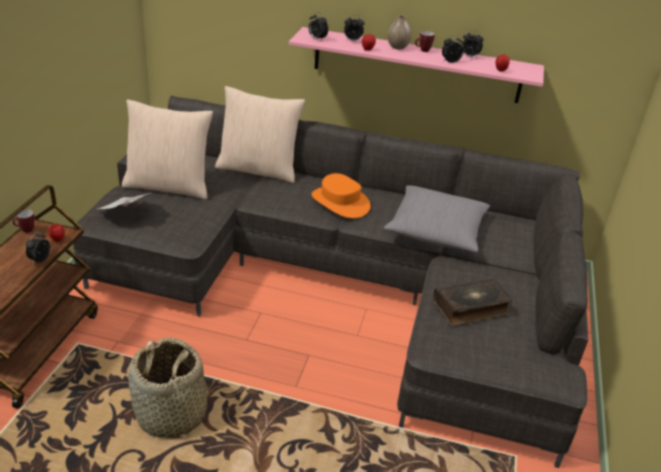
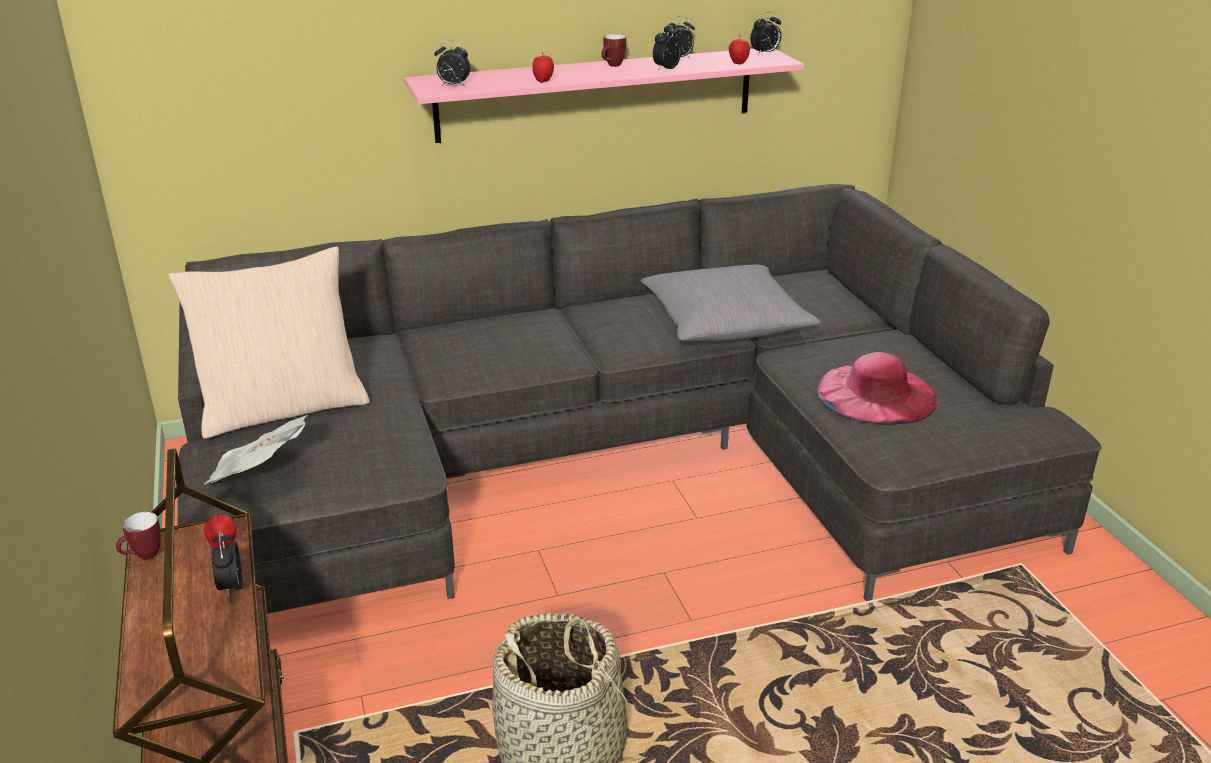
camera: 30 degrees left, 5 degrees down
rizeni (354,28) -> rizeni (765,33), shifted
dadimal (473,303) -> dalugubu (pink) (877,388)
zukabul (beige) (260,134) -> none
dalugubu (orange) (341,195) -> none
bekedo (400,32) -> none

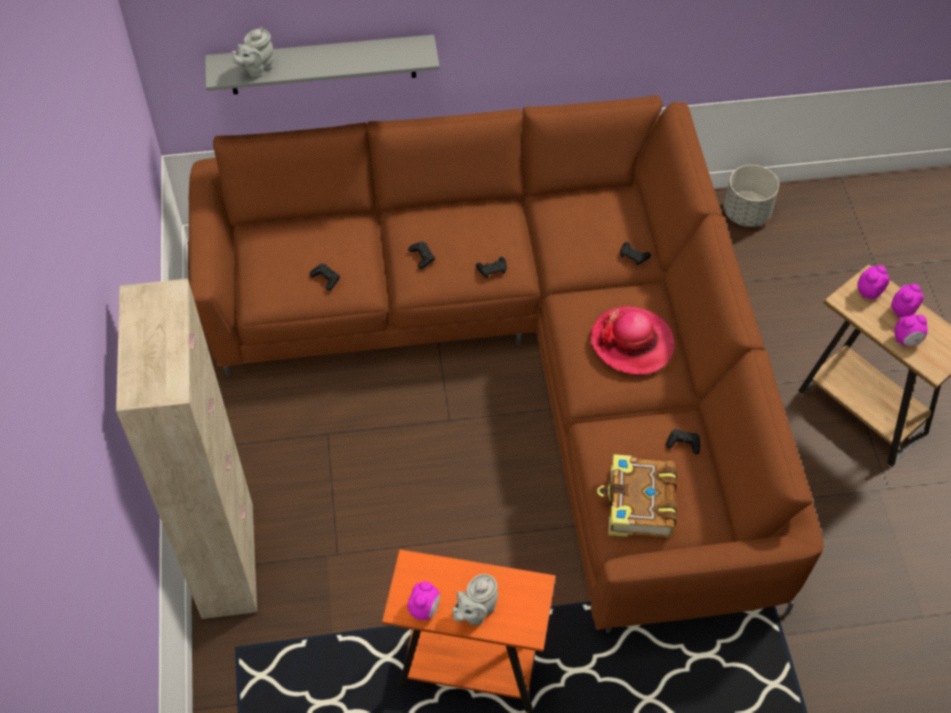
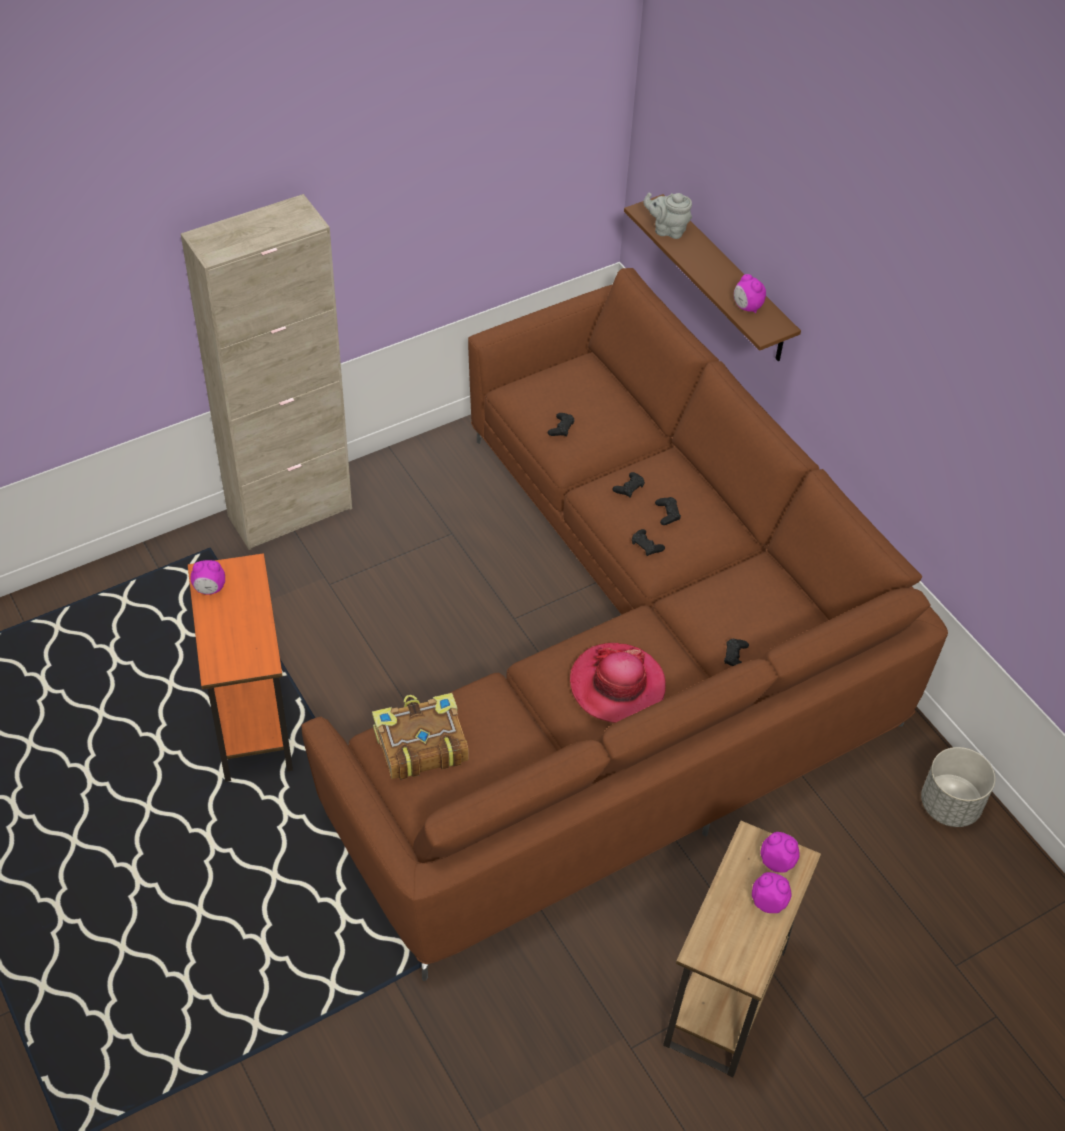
camera: 65 degrees right, 5 degrees down
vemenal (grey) (322,64) -> vemenal (brown) (712,277)
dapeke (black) (683,441) -> dapeke (black) (668,511), shifted
rizeni (911,330) -> rizeni (750,293), shifted
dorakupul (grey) (475,600) -> none

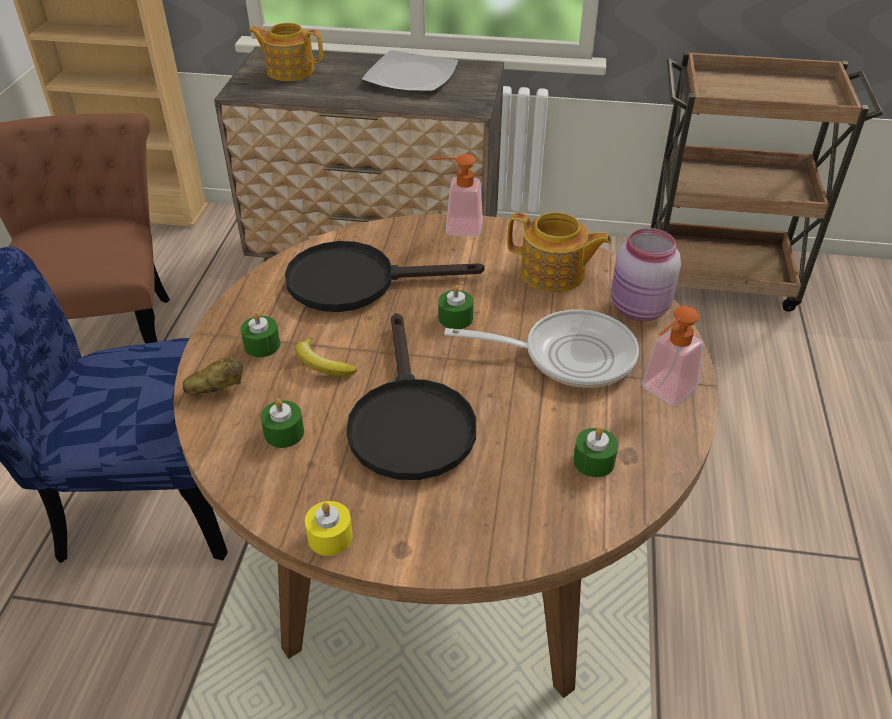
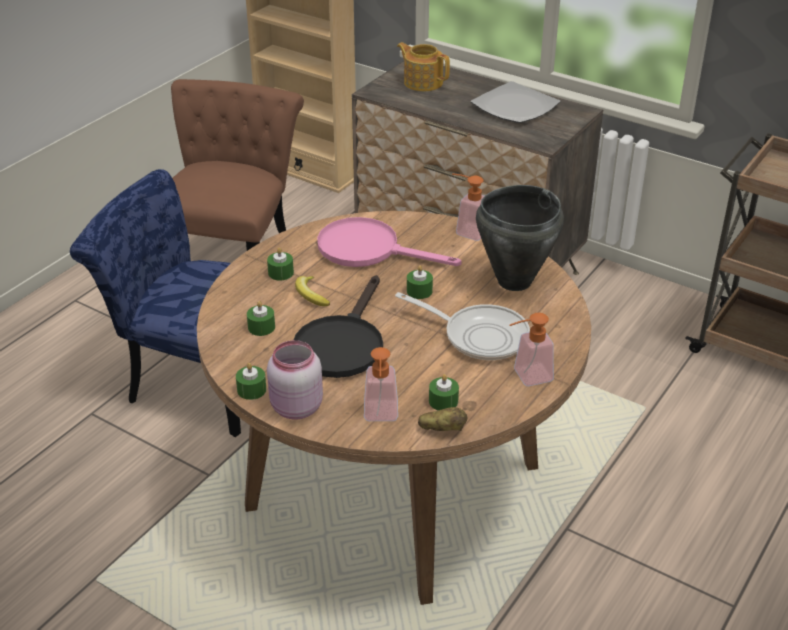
camera: 25 degrees right, 5 degrees down
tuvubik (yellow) (329,528) -> tuvubik (green) (251,381)
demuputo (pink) (646,274) -> demuputo (pink) (295,380), shifted
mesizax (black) (385,276) -> mesizax (pink) (389,242)
none -> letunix (381,384)
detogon (213,376) -> detogon (442,419), shifted
dorakupul (559,252) -> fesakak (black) (520,238)

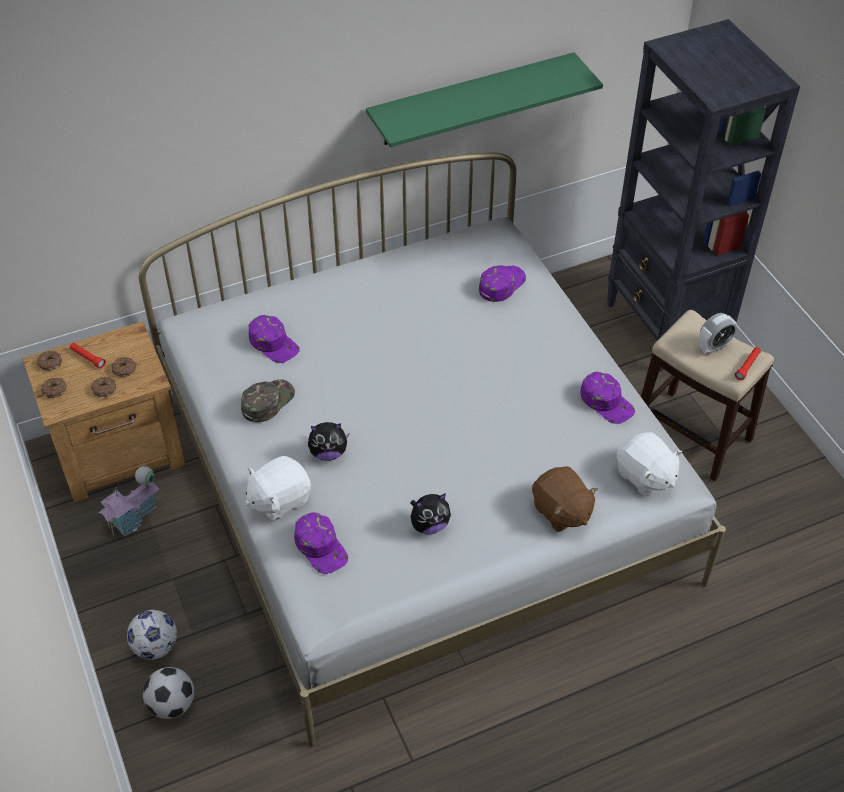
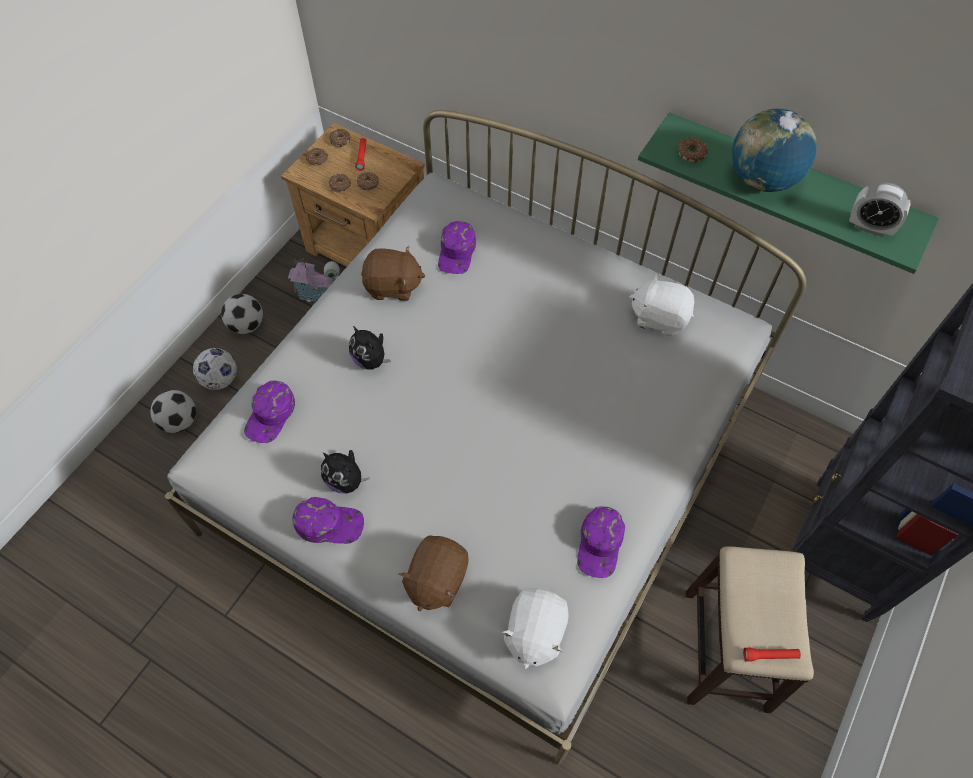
camera: 55 degrees right, 10 degrees up
none -> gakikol (242,314)
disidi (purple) (502,283) -> disidi (purple) (328,520), shifted
disidi (green) (268,400) -> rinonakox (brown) (393,273)
rinonakox (white) (278,488) -> rinonakox (white) (661,304), shifted
none -> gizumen (693,150)
none -> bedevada (774,150)
rizeni (717,333) -> rizeni (879,209), shifted

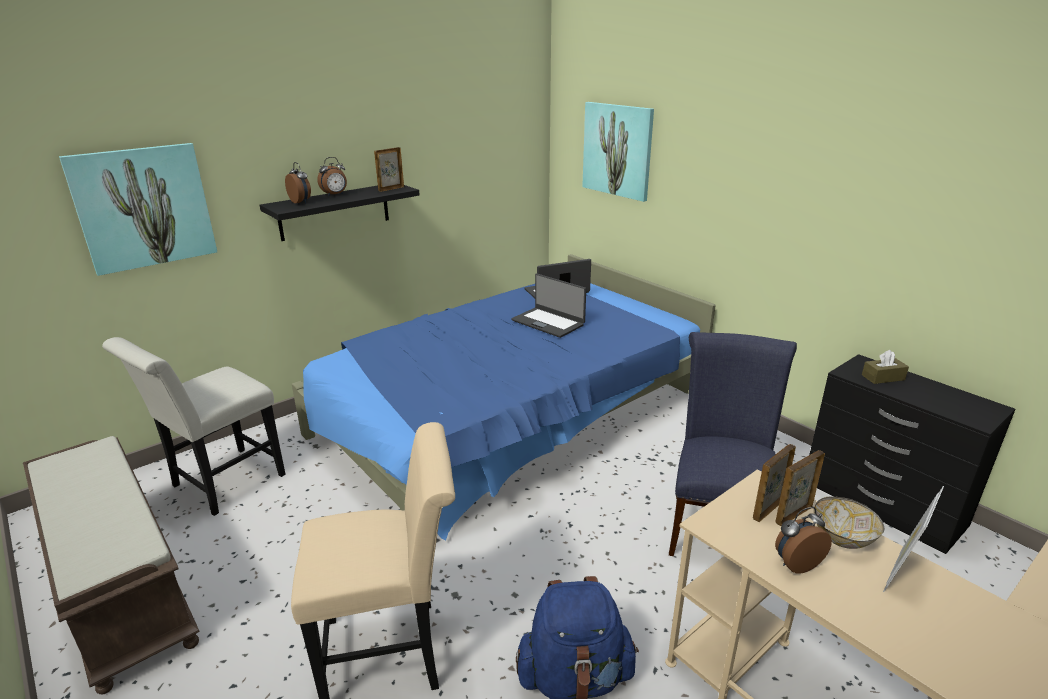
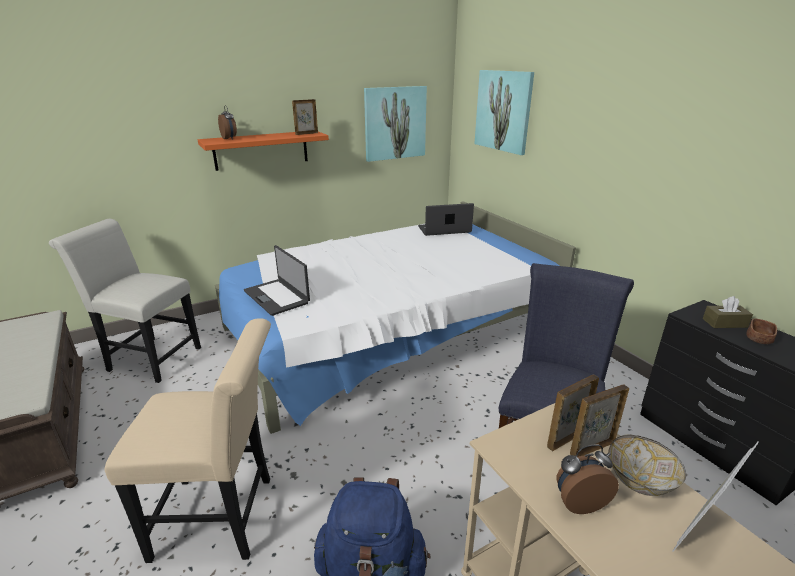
camera: 10 degrees right, 0 degrees up
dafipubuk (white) (194,426) -> dafipubuk (white) (125,301), 60 degrees clockwise
vemenal (black) (340,213) -> vemenal (orange) (263,151)
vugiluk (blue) (504,397) -> vugiluk (white) (395,317)
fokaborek (549,306) -> fokaborek (277,280), shifted
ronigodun (138,209) -> ronigodun (395,124), shifted
none -> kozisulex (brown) (761,331)
rizeni (332,176) -> none

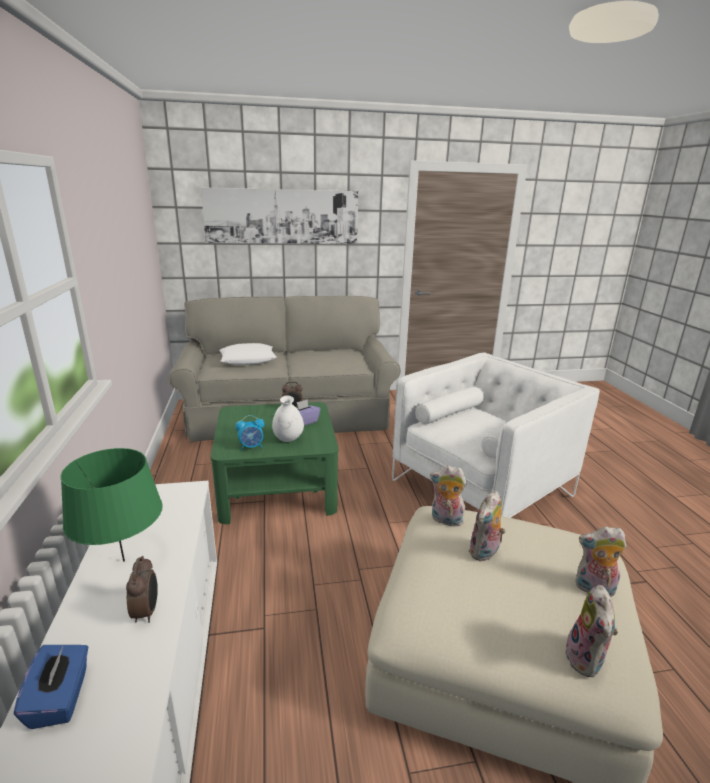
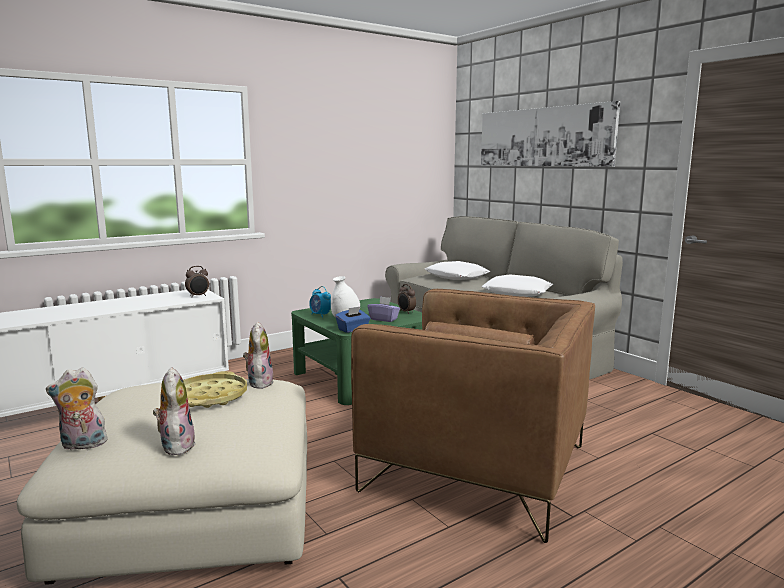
camera: 65 degrees right, 10 degrees down
rinonakox (487,525) -> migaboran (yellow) (215,389)
rizeni (142,589) -> rizeni (197,281), shifted
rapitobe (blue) (51,687) -> rapitobe (blue) (352,320), shifted
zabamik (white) (496,435) -> zabamik (brown) (473,416)
none -> zukabul (white) (517,285)
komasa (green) (112,505) -> none

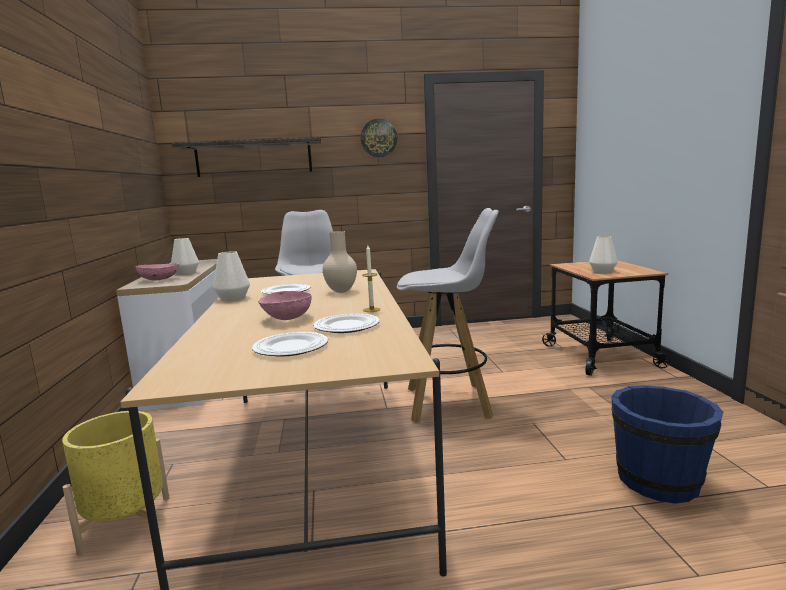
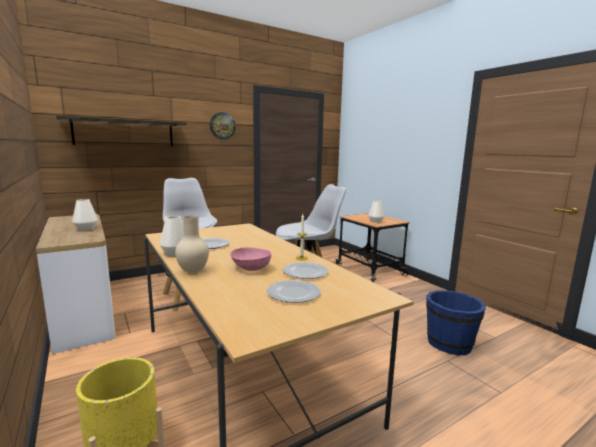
camera: 25 degrees left, 0 degrees up
bekedo (beige) (340,262) -> bekedo (beige) (192,244), shifted
kozisulex (pink) (157,271) -> none

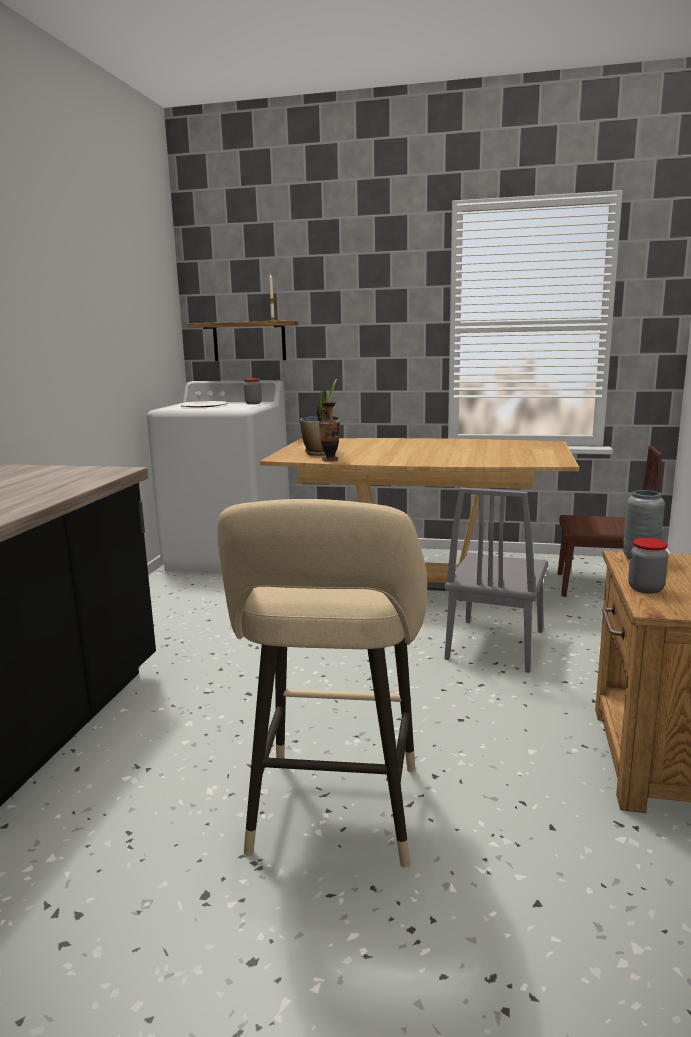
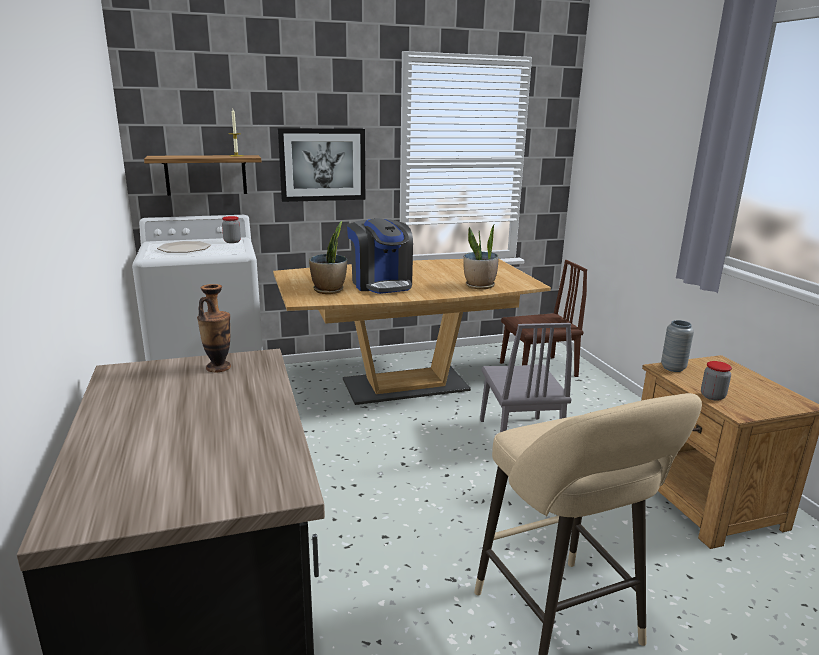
camera: 30 degrees left, 5 degrees up
bekedo (329,431) -> bekedo (214,328), shifted
none -> ronigodun (321,165)
none -> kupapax (380,256)
none -> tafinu (481,256)

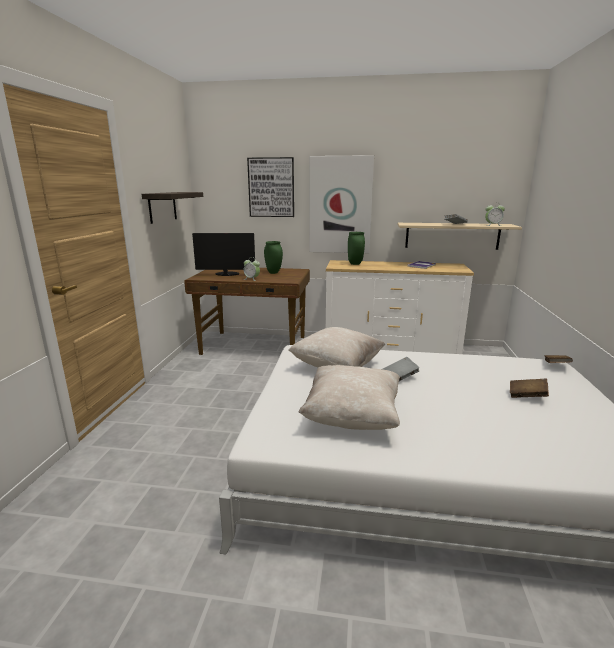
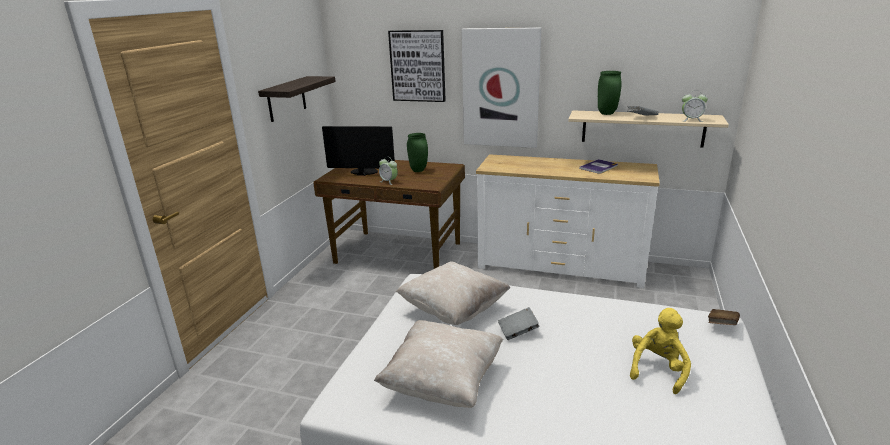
camera: 10 degrees right, 5 degrees up
bekedo (green) (356,248) -> bekedo (green) (610,93), shifted
dadimal (brown) (529,388) -> rinonakox (yellow) (660,351)

